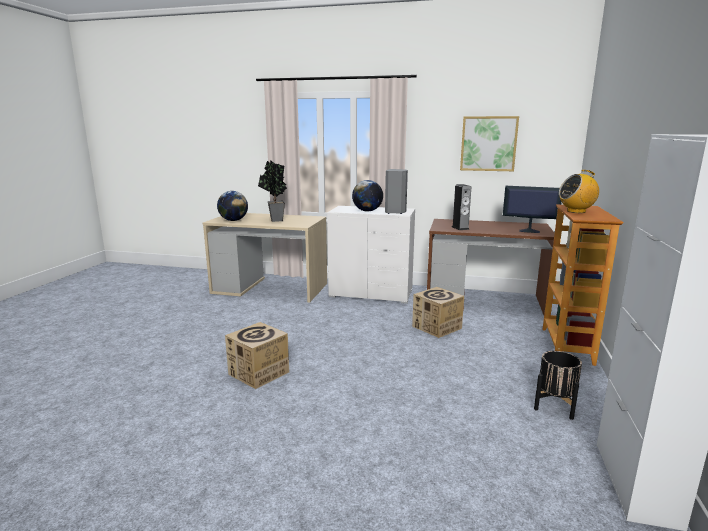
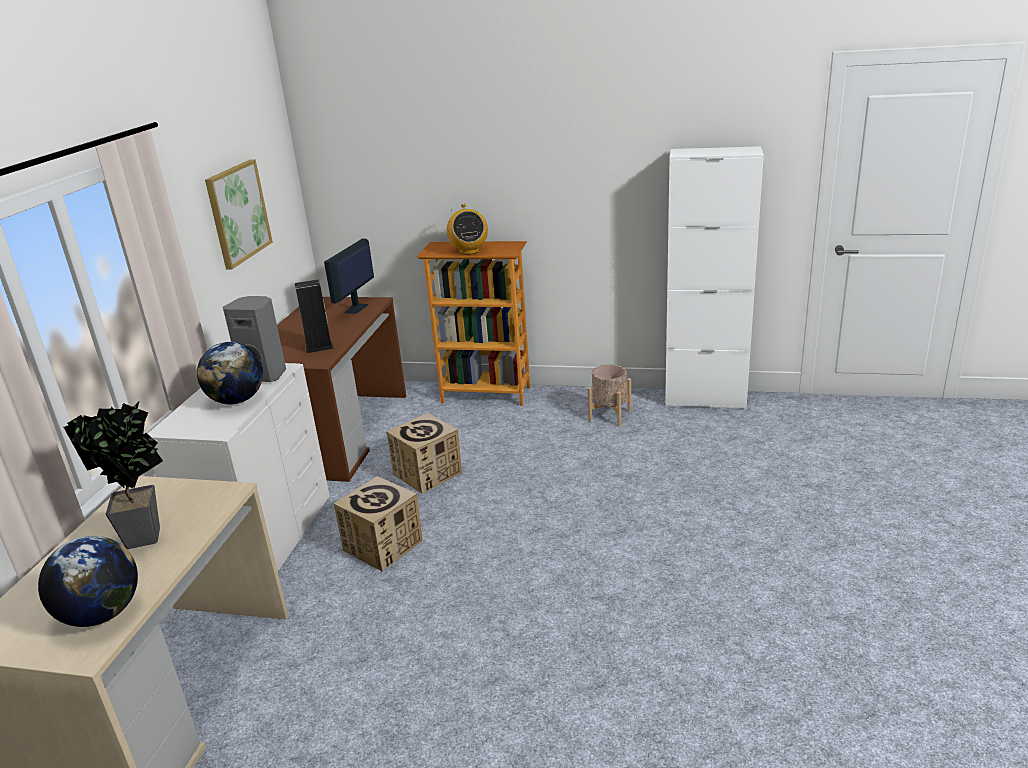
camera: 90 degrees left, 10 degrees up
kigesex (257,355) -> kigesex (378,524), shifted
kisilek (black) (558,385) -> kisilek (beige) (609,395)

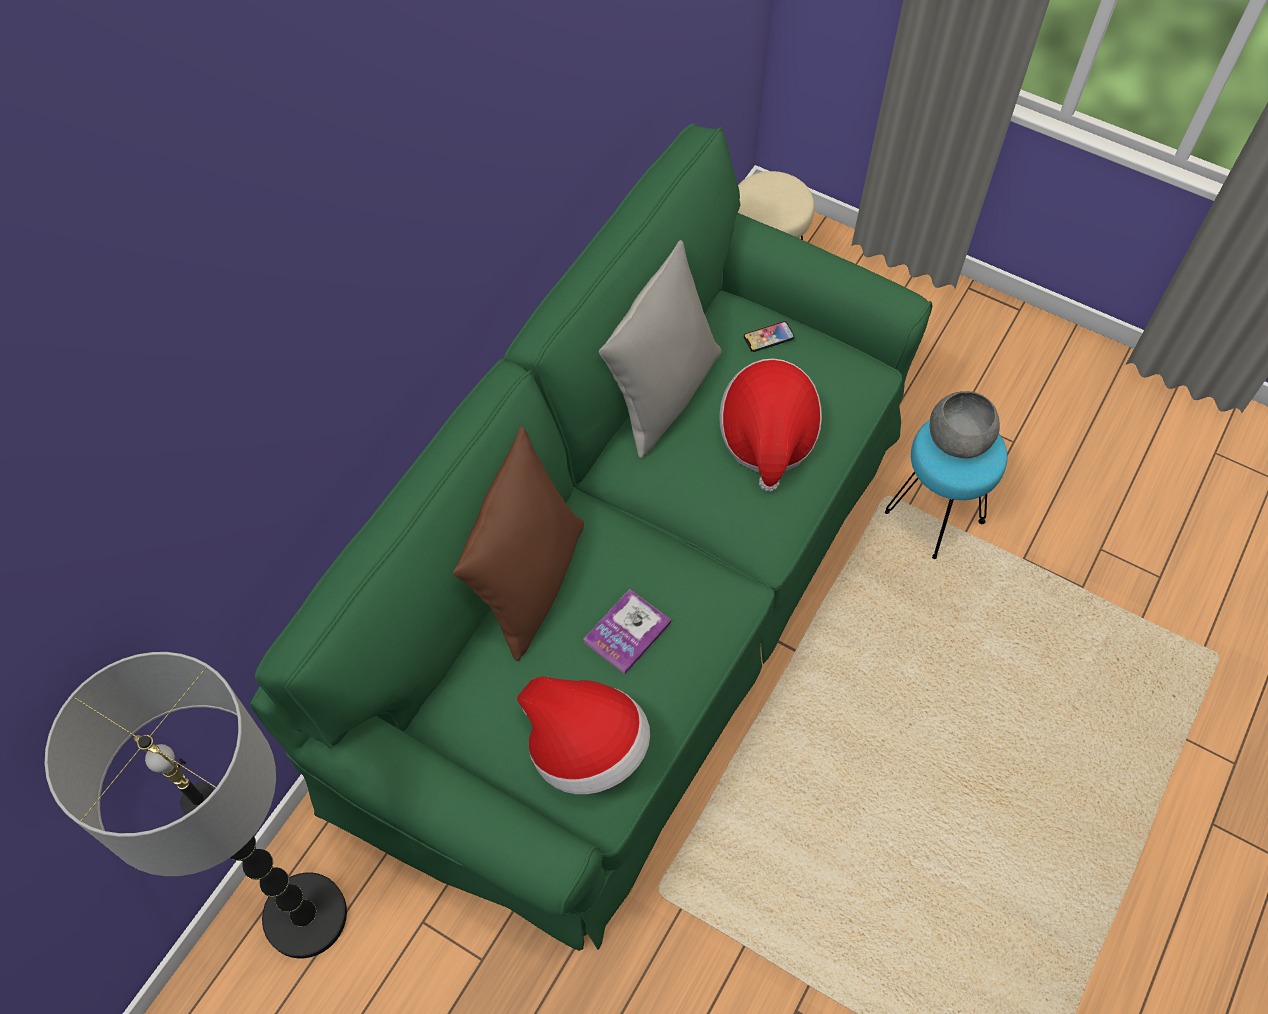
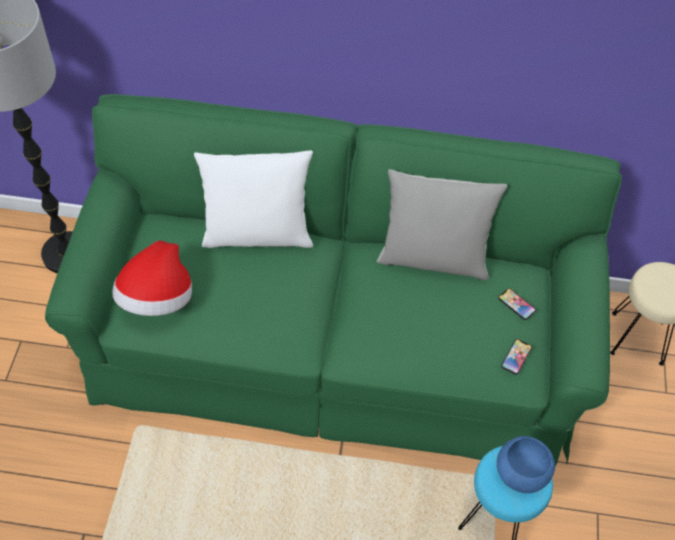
camera: 65 degrees right, 5 degrees down
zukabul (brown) (518,543) -> zukabul (white) (253,199)
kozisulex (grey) (965,425) -> kozisulex (blue) (526,464)
none -> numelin (516,357)
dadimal (627,631) -> none
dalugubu (770,425) -> none

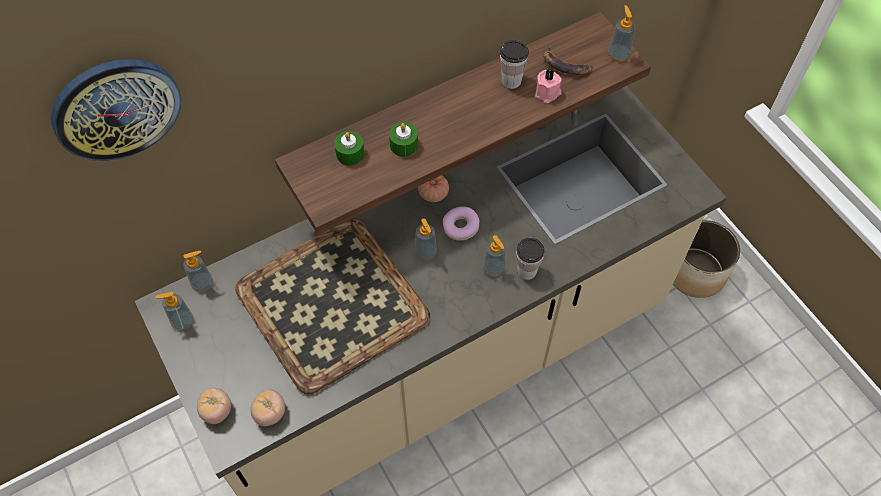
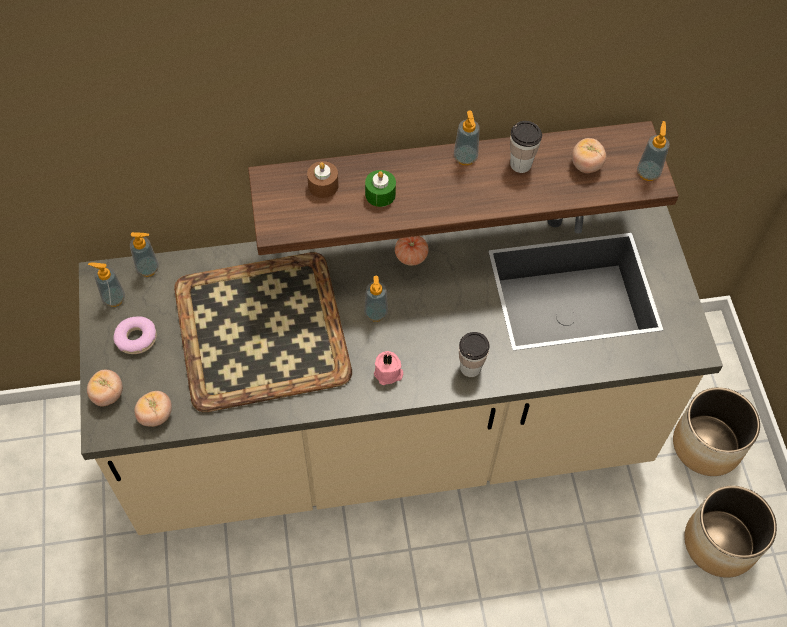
camera: 20 degrees right, 0 degrees up
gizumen (461,223) -> gizumen (135,335), shifted
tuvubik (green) (349,148) -> tuvubik (brown) (323,179)
tuvubik (pink) (548,86) -> tuvubik (pink) (388,368), shifted
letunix (494,256) -> letunix (467,137), shifted
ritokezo (568,60) -> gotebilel (589,155)
none -> kisilek (730,532)
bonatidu (116,110) -> none

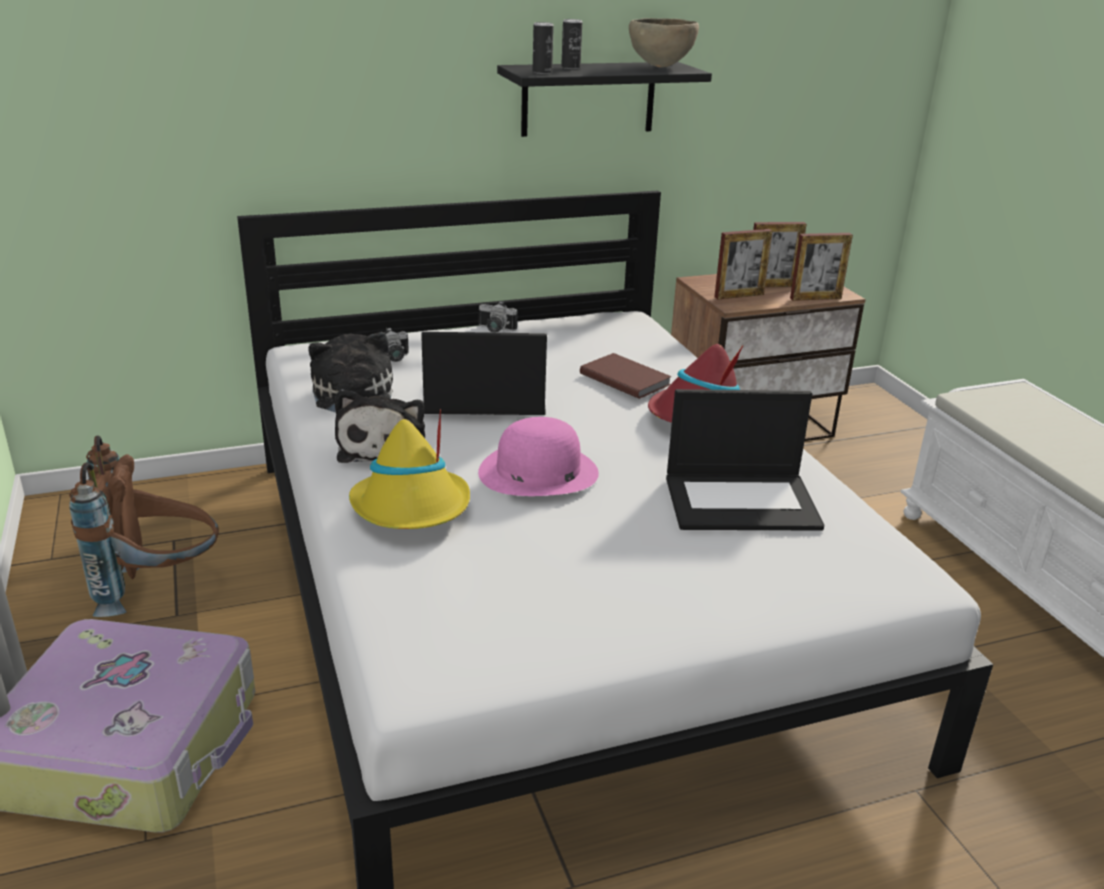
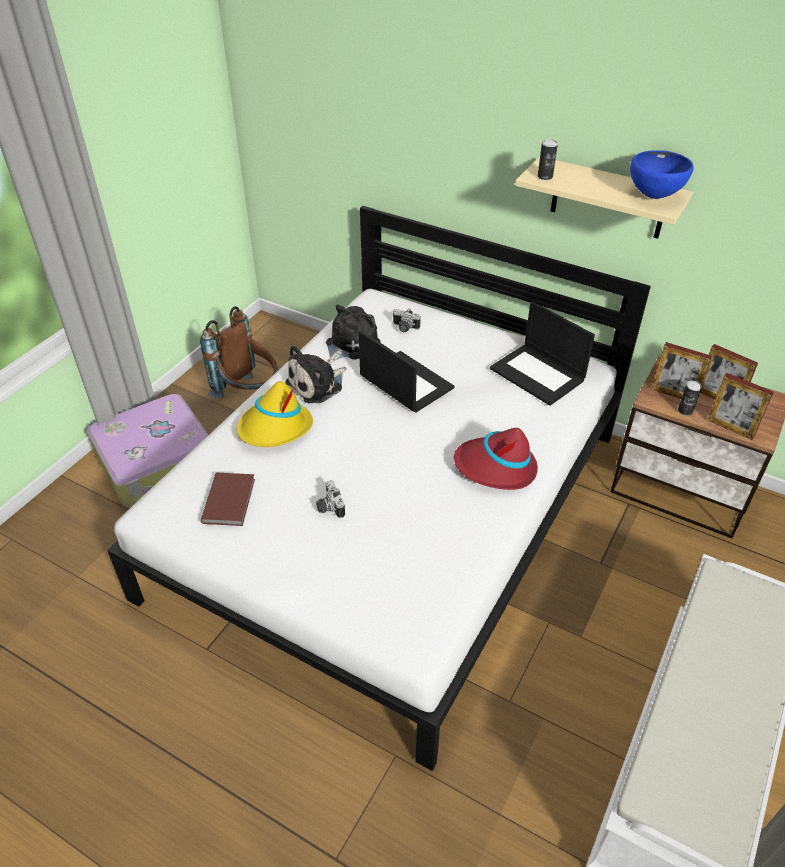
camera: 50 degrees right, 15 degrees up
dadimal (brown) (626,376) -> dadimal (brown) (228,499), shifted
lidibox (498,317) -> lidibox (330,499), shifted
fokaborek (745,460) -> fokaborek (542,353), shifted
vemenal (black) (604,99) -> vemenal (beige) (604,197)
kozisulex (brown) (664,43) -> kozisulex (blue) (661,174)
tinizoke (571,44) -> tinizoke (690,398), shifted
dalugubu (pink) (538,456) -> none

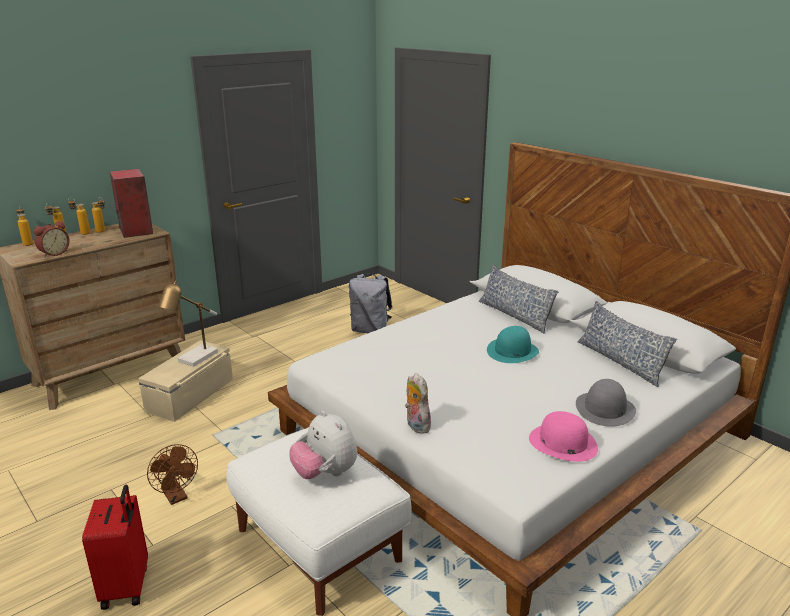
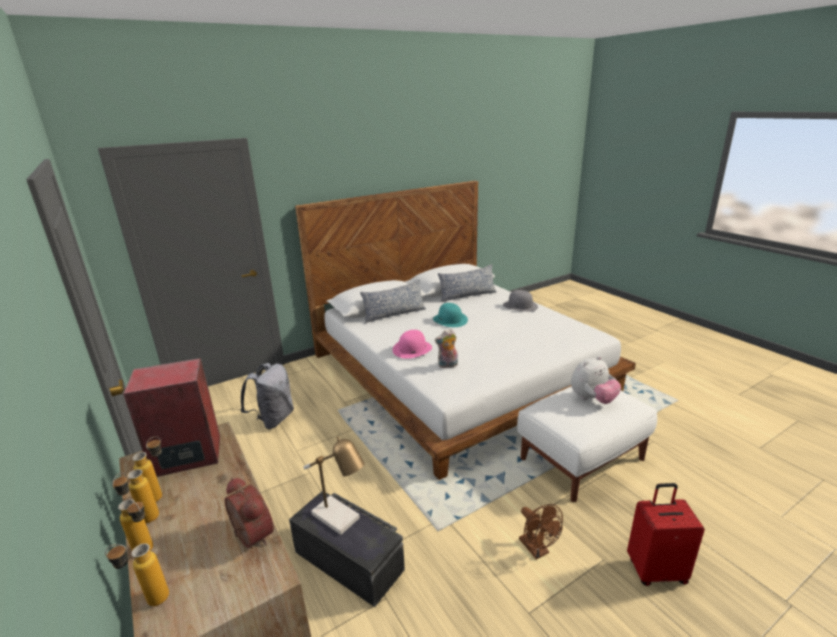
camera: 80 degrees left, 0 degrees up
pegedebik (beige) (185,381) -> pegedebik (black) (347,549)
dalugubu (pink) (563,436) -> dalugubu (pink) (412,344), shifted
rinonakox (418,403) -> rinonakox (446,349), shifted
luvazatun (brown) (172,474) -> luvazatun (brown) (541,532), 90 degrees clockwise

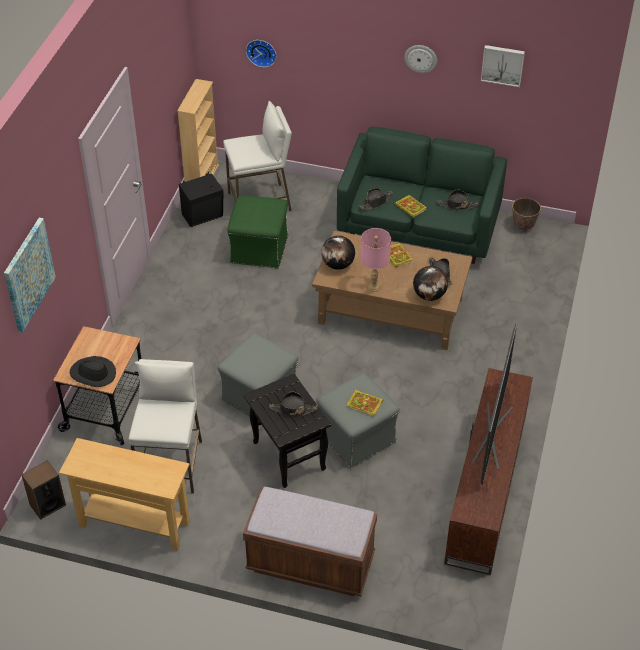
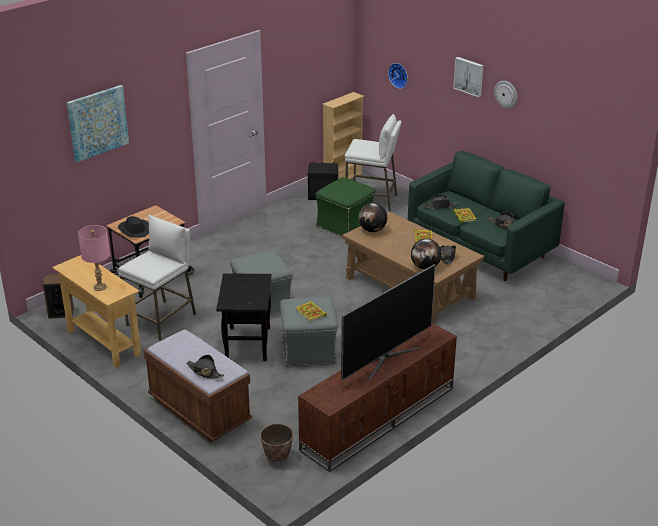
camera: 30 degrees right, 15 degrees down
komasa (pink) (375,260) -> komasa (pink) (94,258), shifted
dalugubu (black) (293,404) -> dalugubu (black) (205,367), shifted
kisilek (526,215) -> kisilek (277,443), shifted
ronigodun (503,66) -> ronigodun (468,77), shifted

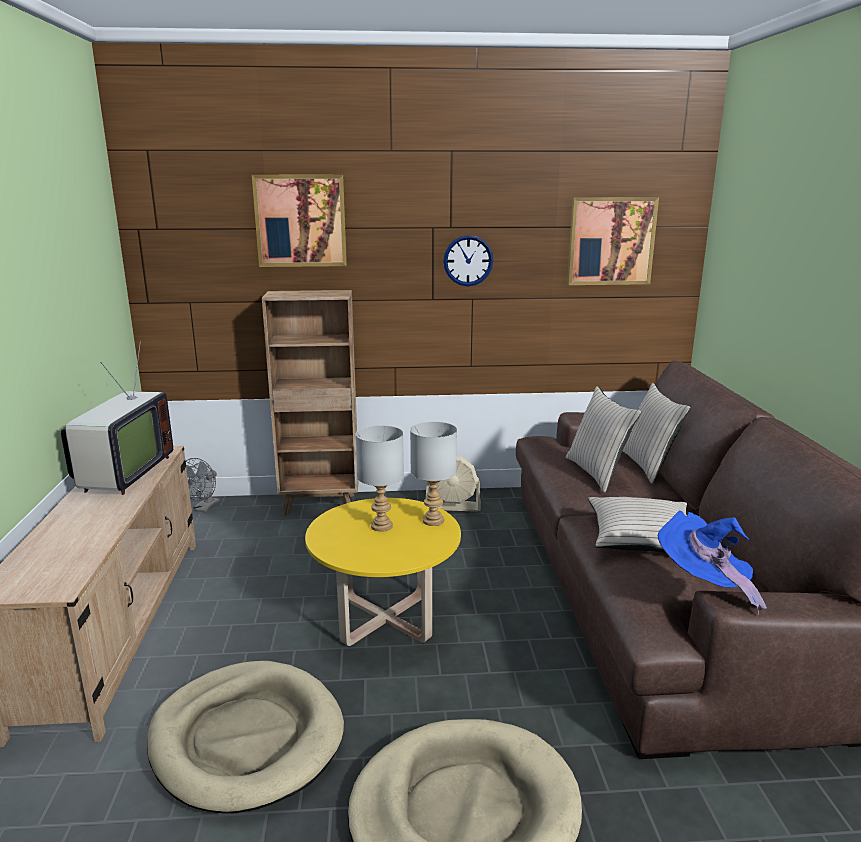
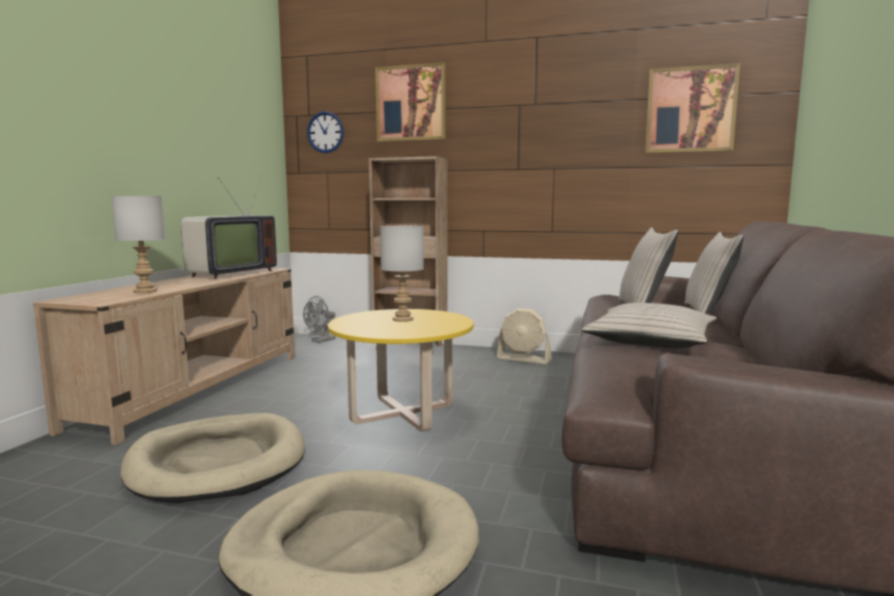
camera: 20 degrees right, 10 degrees down
komasa (grey) (433,473) -> komasa (grey) (138,244), shifted
bonatidu (468,260) -> bonatidu (325,132), shifted
dalugubu (blue) (712,563) -> none

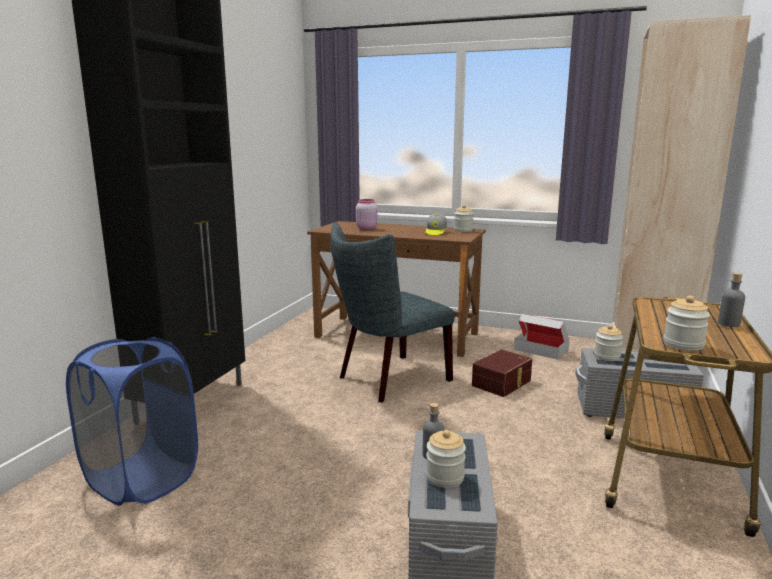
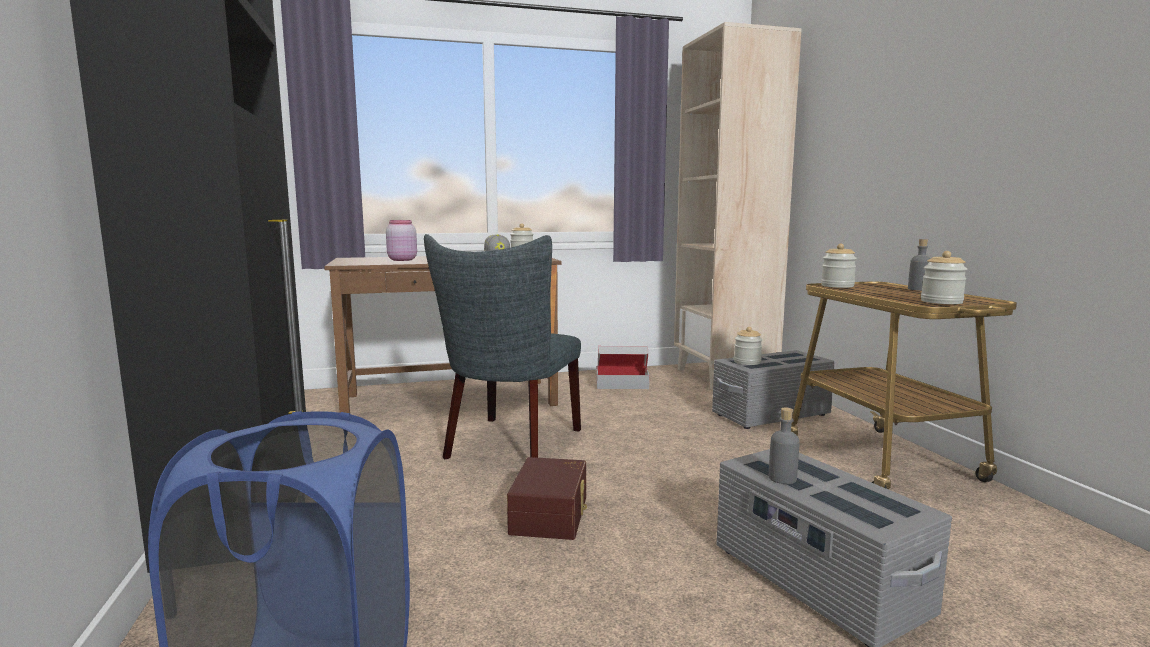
camera: 35 degrees left, 5 degrees down
pegedebik (brown) (502,373) -> pegedebik (brown) (547,498), shifted
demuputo (446,459) -> demuputo (839,266), shifted

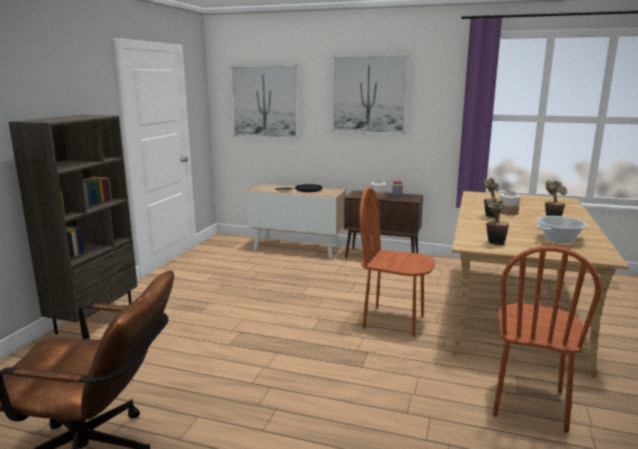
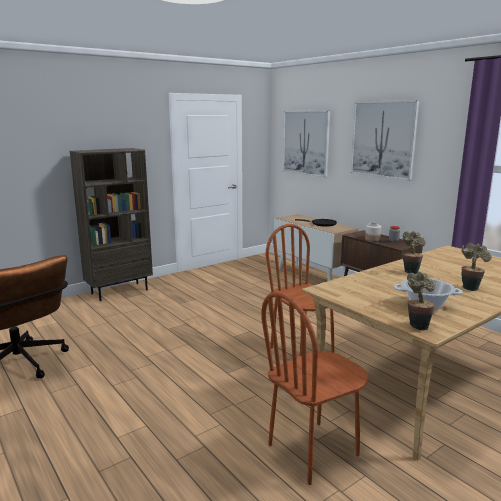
camera: 35 degrees right, 0 degrees up
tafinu (497,221) -> tafinu (421,301), shifted
demuputo (509,203) -> none

